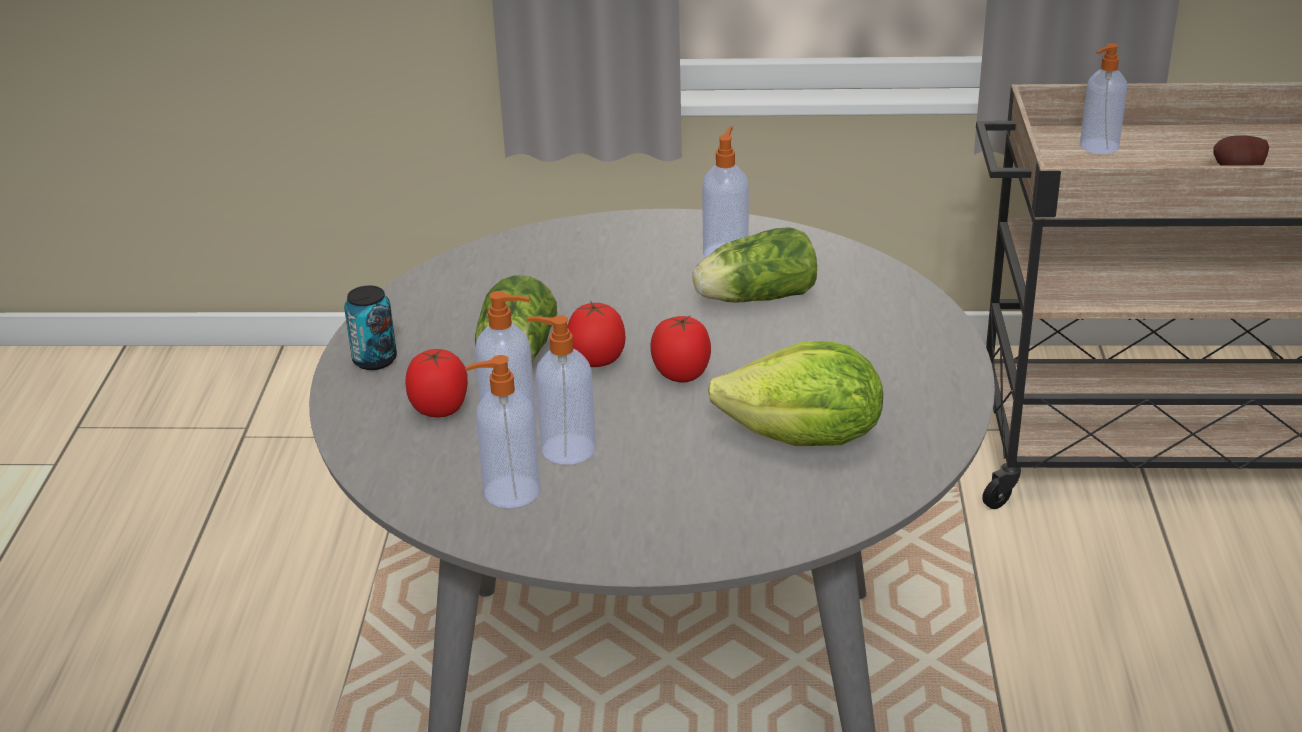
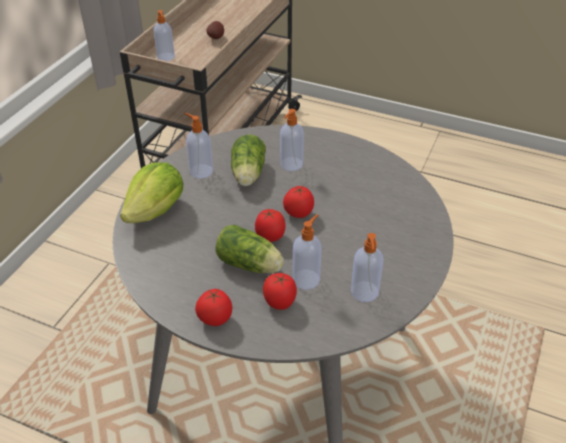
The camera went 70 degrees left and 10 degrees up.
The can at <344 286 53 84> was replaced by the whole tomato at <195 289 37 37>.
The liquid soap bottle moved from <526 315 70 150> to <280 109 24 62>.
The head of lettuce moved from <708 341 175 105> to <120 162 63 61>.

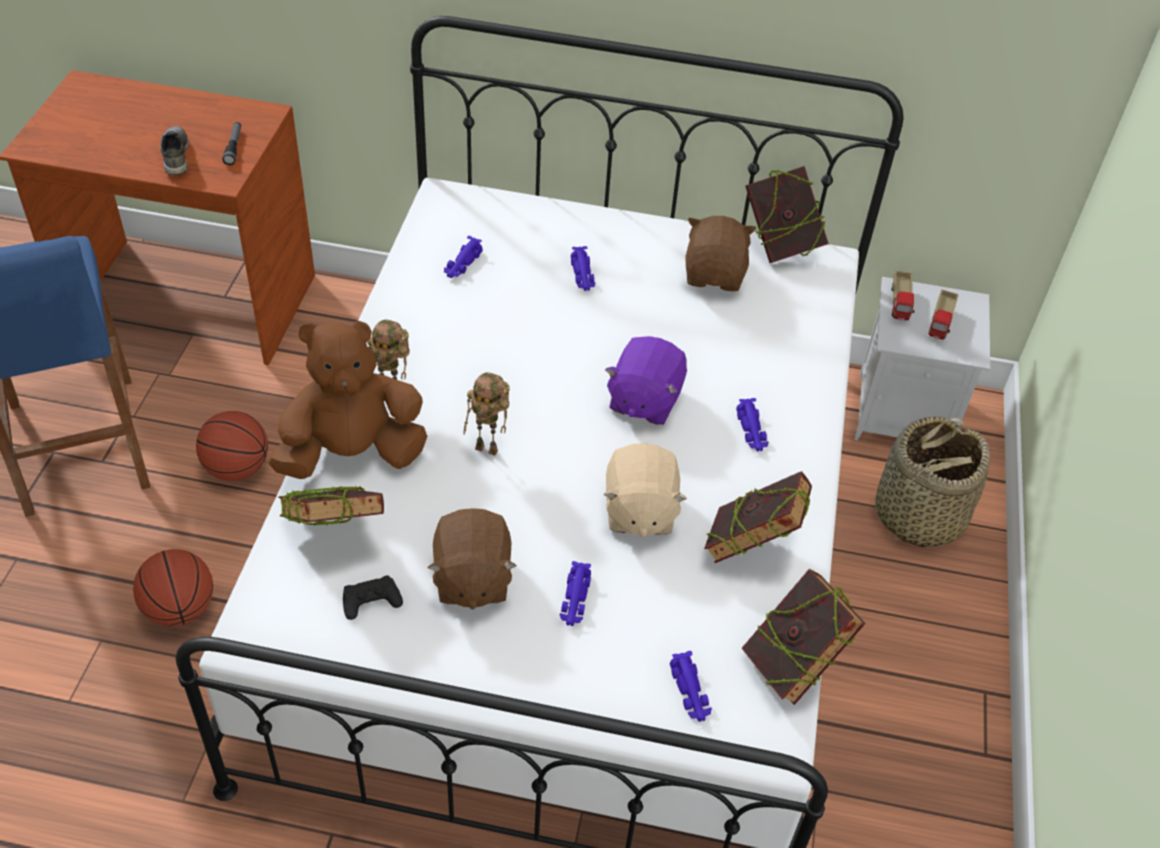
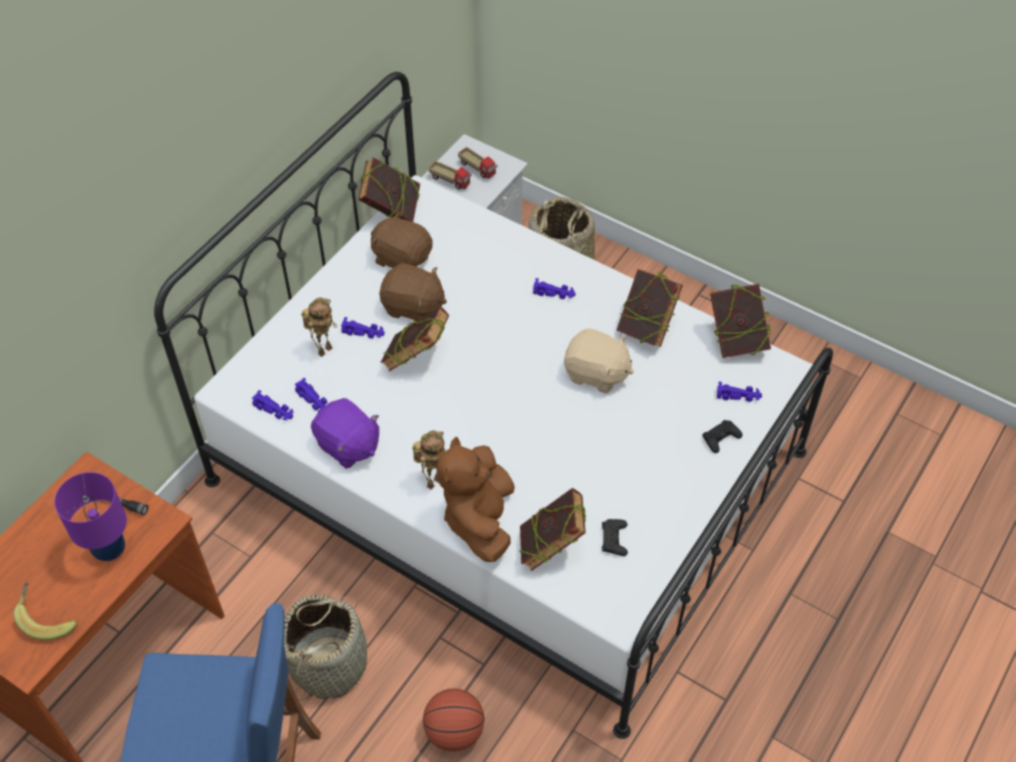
The camera went 65 degrees left and 5 degrees up.
The item of footwear (greyish) at <160 126 29 49> was replaced by the tabletop lamp (purple-coloured) at <54 472 73 89>.
The basketball ball at <196 411 72 70> was replaced by the basket at <284 595 83 105>.
The soft toy (brown-coloured) moved from <428 508 88 102> to <379 263 68 58>.
The toy robot moved from <463 372 46 84> to <301 298 36 59>.
The miniature car (purple-coloured) moved from <560 561 31 65> to <252 390 42 31>.
The soft toy (purple-coloured) moved from <605 336 82 89> to <311 398 68 71>.
The whole banana at <14 582 64 58> appeared.
The bound book at <380 306 69 65> appeared.
The game controller (black) at <702 420 41 33> appeared.

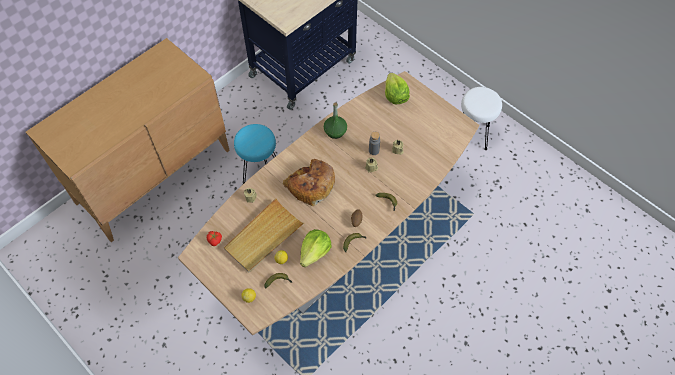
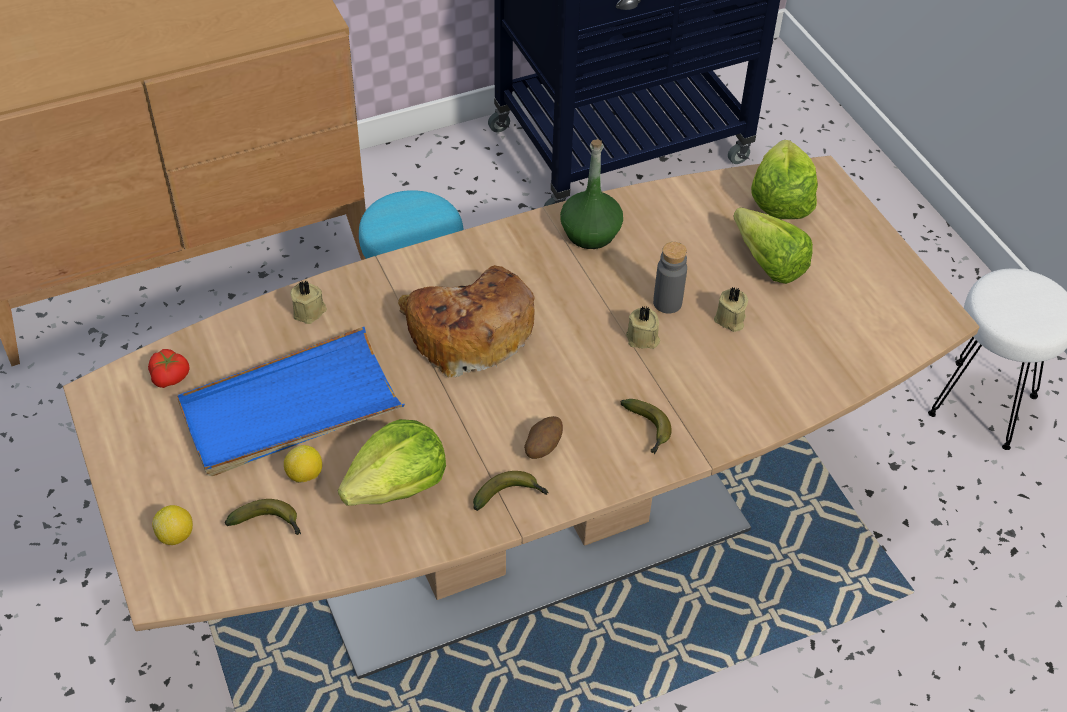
The camera went 20 degrees right and 10 degrees down.
The serving tray (sand-coloured) at <224 198 80 75> became the serving tray (bluish) at <177 327 228 149>.
The head of lettuce at <733 207 80 77> appeared.

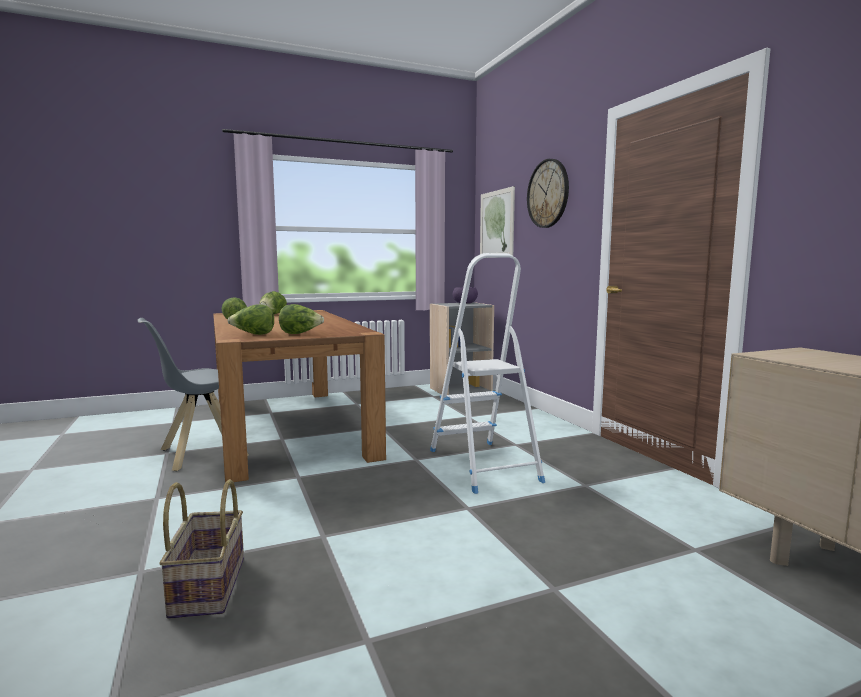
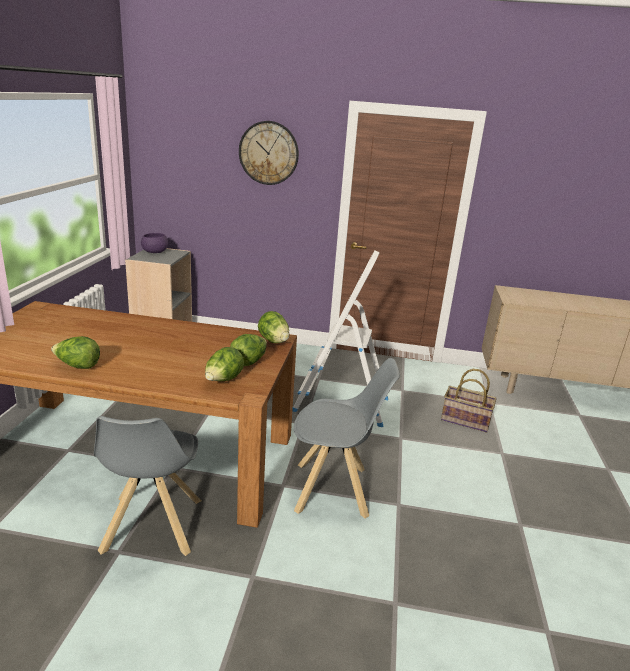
The camera went 60 degrees left and 15 degrees up.
The basket moved from <159 479 85 140> to <441 369 56 63>.
The head of lettuce moved from <259 291 28 23> to <258 311 31 32>.
The wall picture at <480 186 35 72> disappeared.
The upright chair (greyish) at <294 358 106 160> appeared.

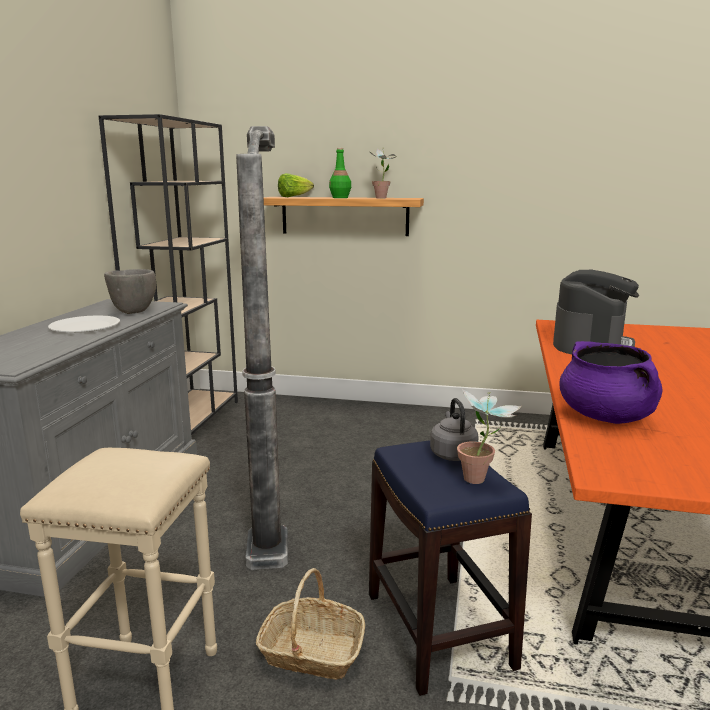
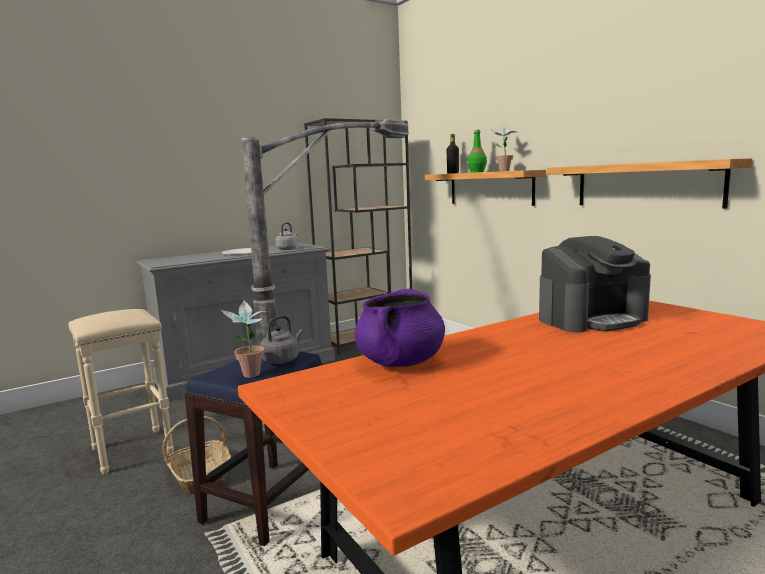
The camera went 45 degrees right and 5 degrees down.
The bowl (greyish) at <104 269 52 45> was replaced by the kettle (greyish) at <275 222 23 28>.
The head of lettuce at <278 173 36 24> was replaced by the bottle (black) at <447 134 12 40>.
The bracket shelf at <547 158 205 51> appeared.

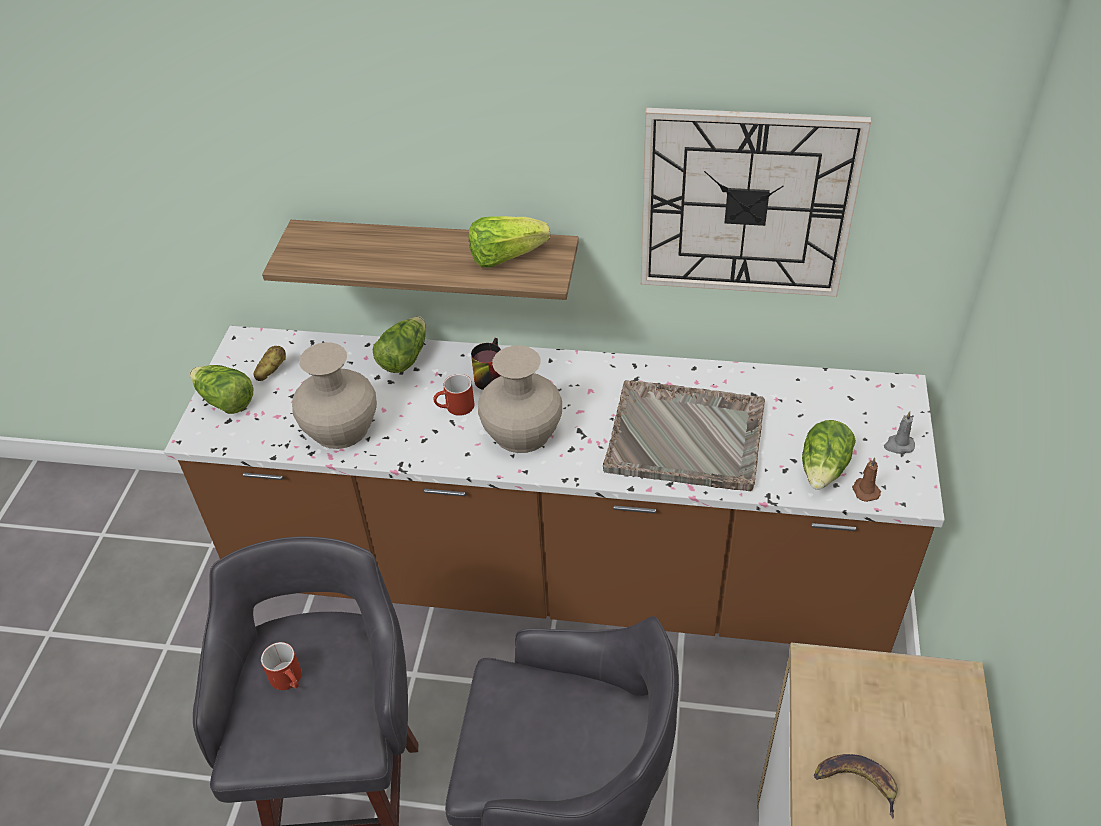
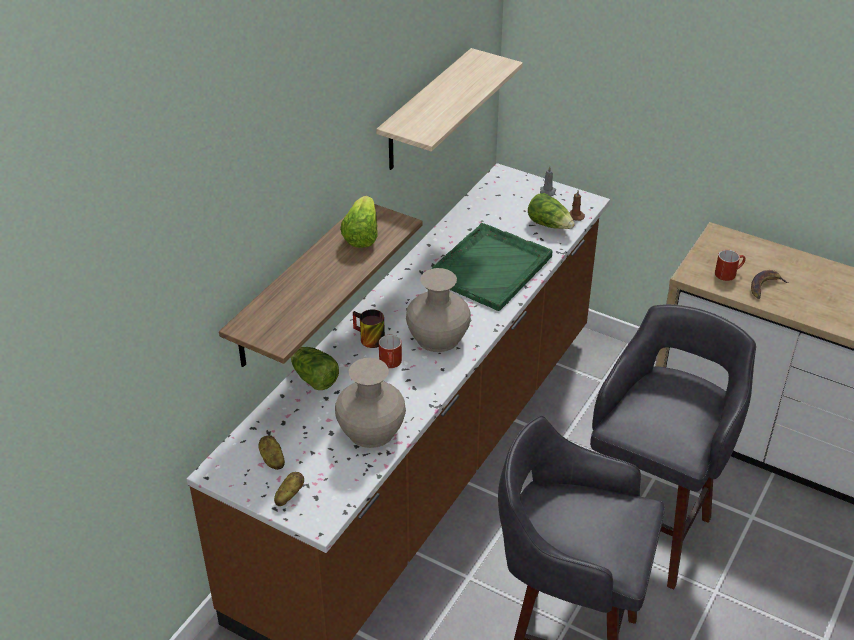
The camera went 70 degrees left and 5 degrees down.
The head of lettuce at <190 365 63 49> was replaced by the spud at <274 472 30 34>.
The mug (red) moved from <261 642 41 48> to <715 250 31 31>.
The serving tray (greyish) at <603 380 162 111> became the serving tray (green) at <431 223 121 88>.
The clock on the wall at <641 108 230 189> was replaced by the bracket shelf at <376 48 147 122>.

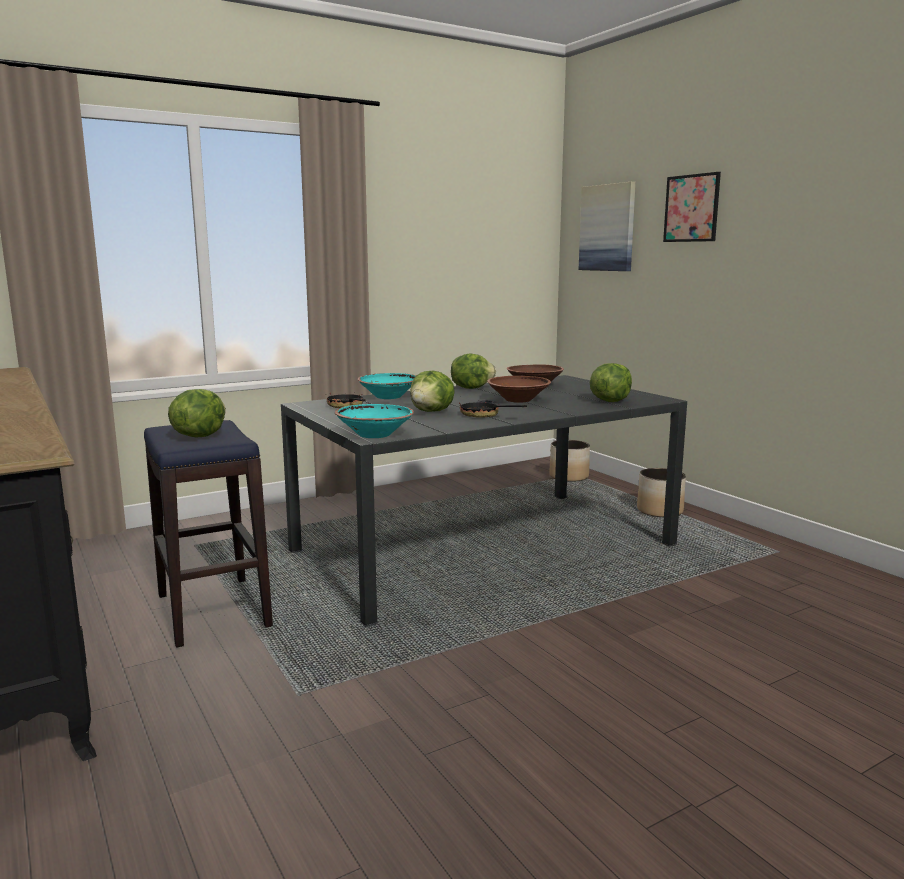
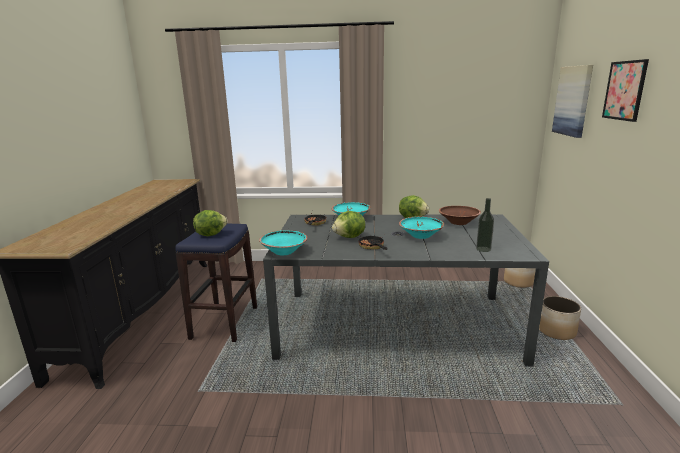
The camera went 35 degrees right and 5 degrees up.
The bowl (brown-coloured) at <487 376 64 26> became the bowl (turquoise) at <399 216 45 23>.
The head of lettuce at <590 363 42 39> was replaced by the bottle at <476 198 18 54>.

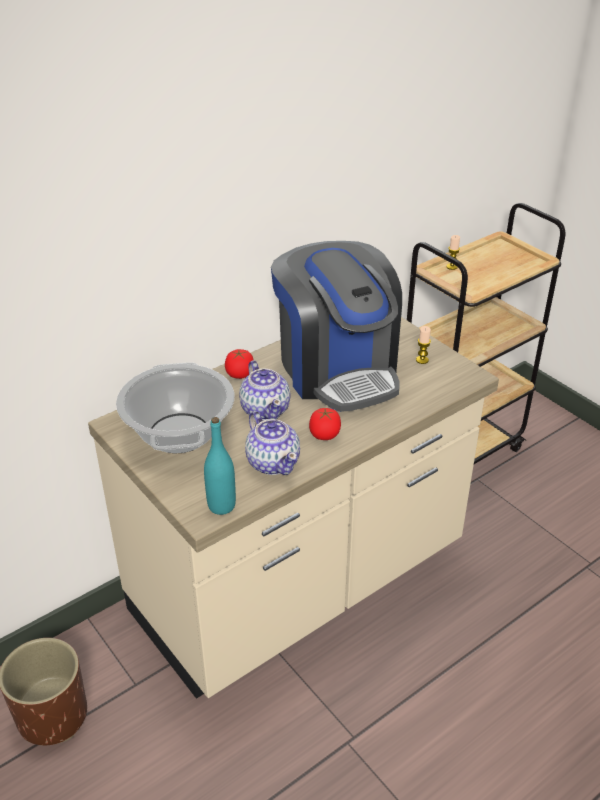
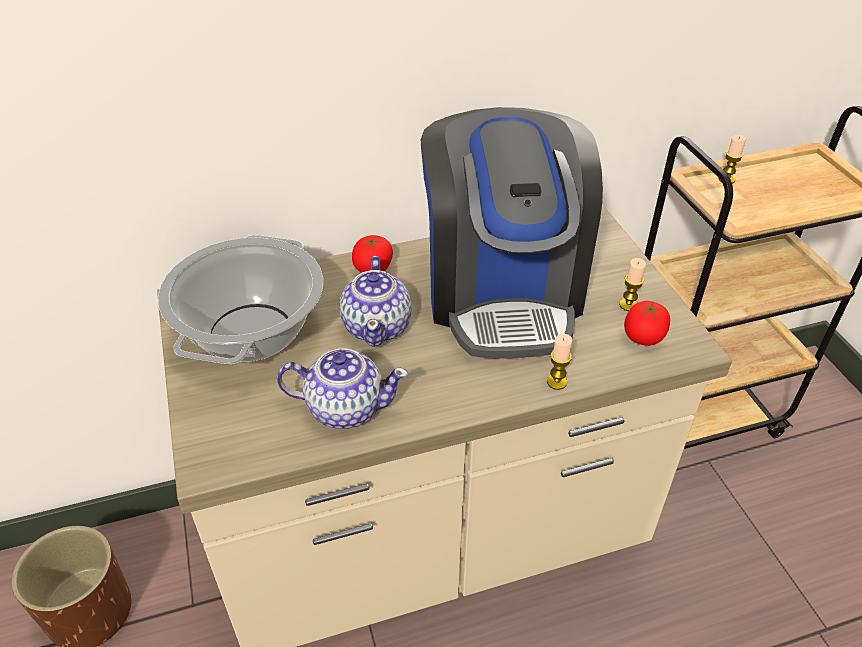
The camera went 20 degrees right and 5 degrees up.
The bottle (turquoise) at <204 417 32 98> disappeared.
The pot for tea at <245 411 55 64> turned 75 degrees counterclockwise.
The whole tomato moved from <309 408 32 32> to <624 301 46 45>.
The wax light at <547 334 26 56> appeared.

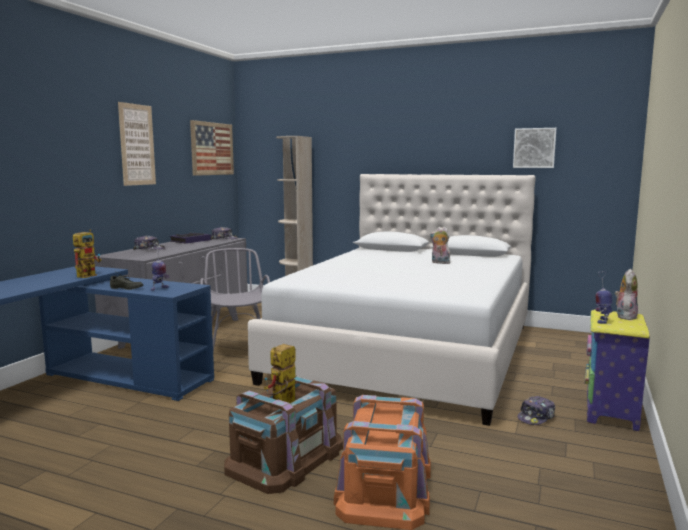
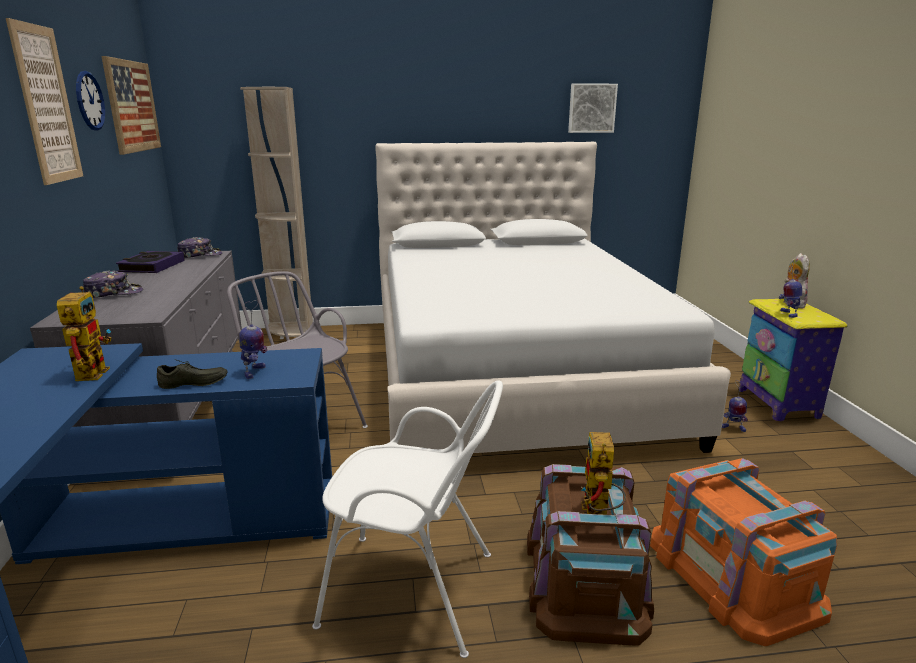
The camera went 30 degrees left and 10 degrees up.
The soft toy at <430 227 22 37> disappeared.
The cap at <517 396 38 29> was replaced by the toy robot at <722 380 26 52>.
The clock on the wall at <76 71 29 60> appeared.
The upright chair (white) at <312 380 191 278> appeared.

